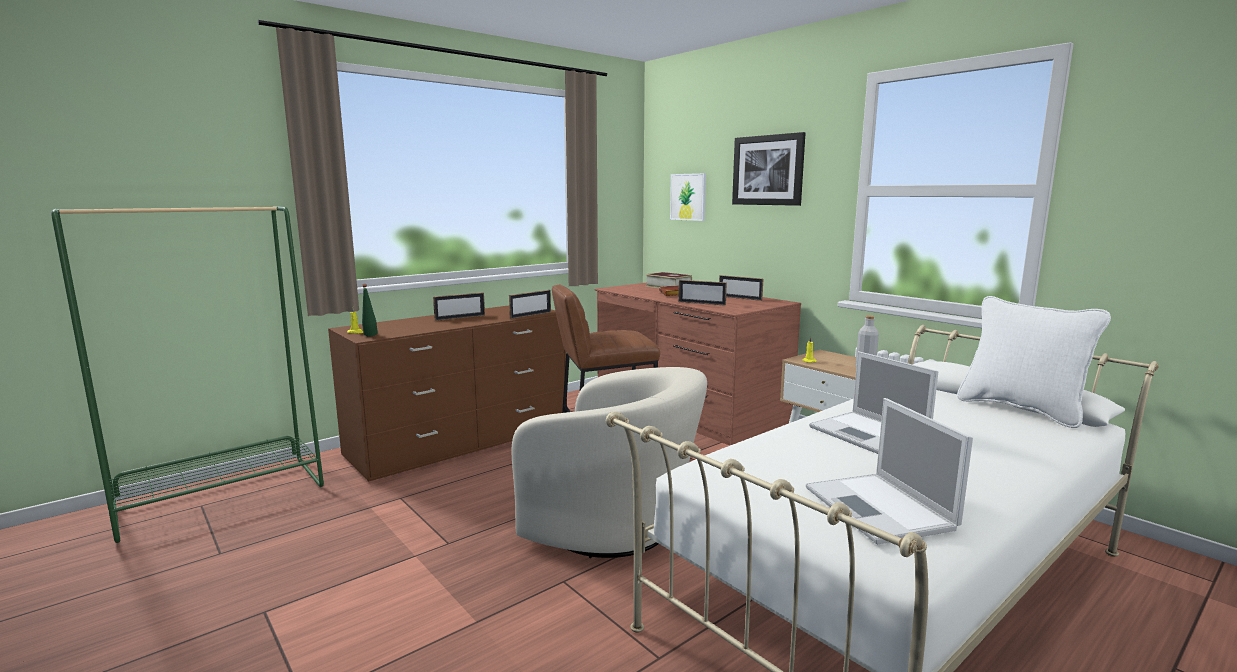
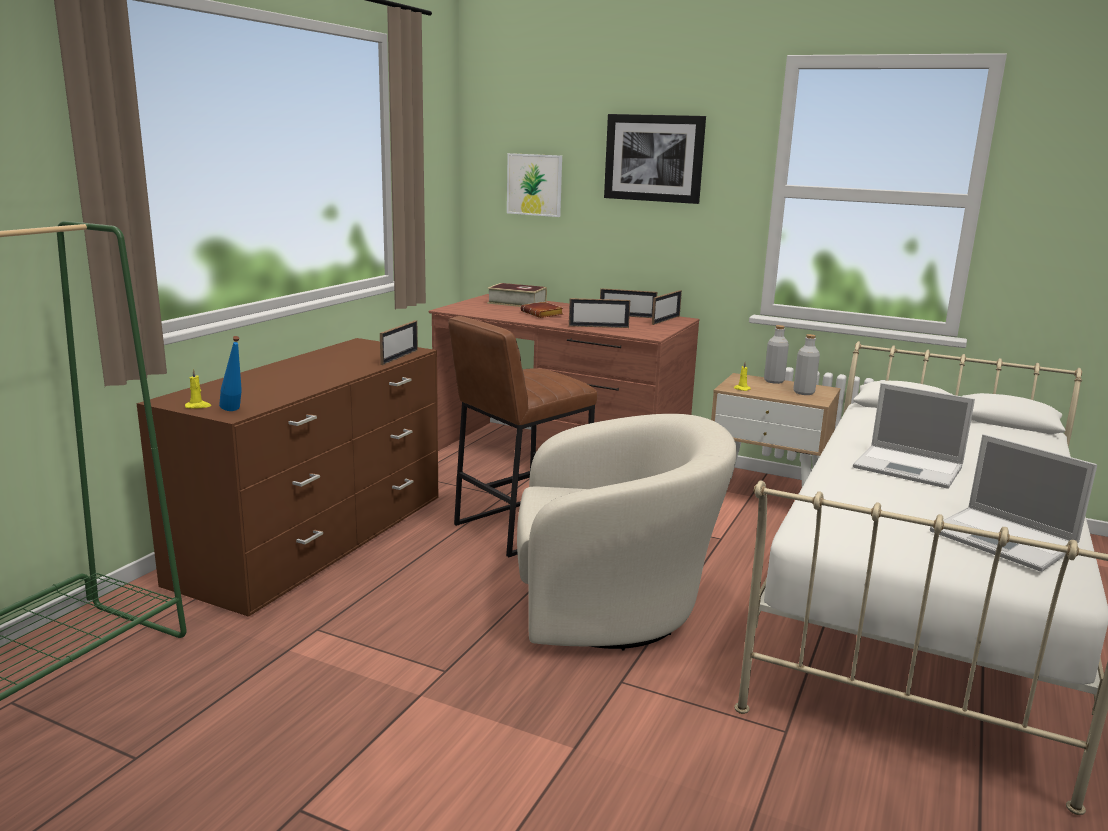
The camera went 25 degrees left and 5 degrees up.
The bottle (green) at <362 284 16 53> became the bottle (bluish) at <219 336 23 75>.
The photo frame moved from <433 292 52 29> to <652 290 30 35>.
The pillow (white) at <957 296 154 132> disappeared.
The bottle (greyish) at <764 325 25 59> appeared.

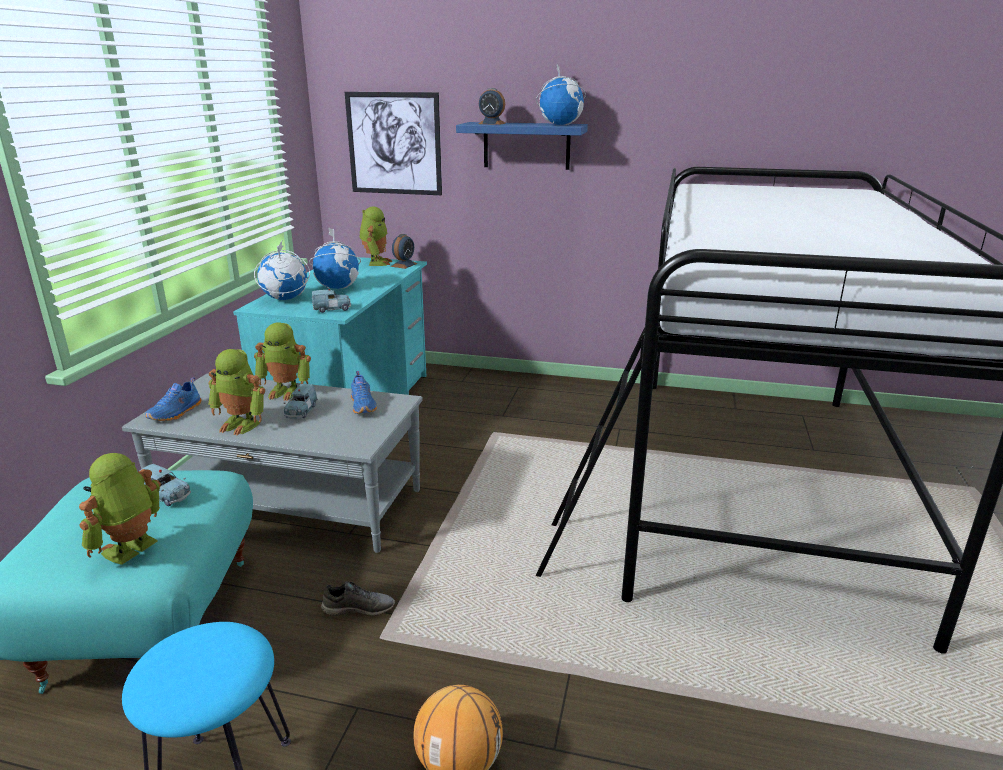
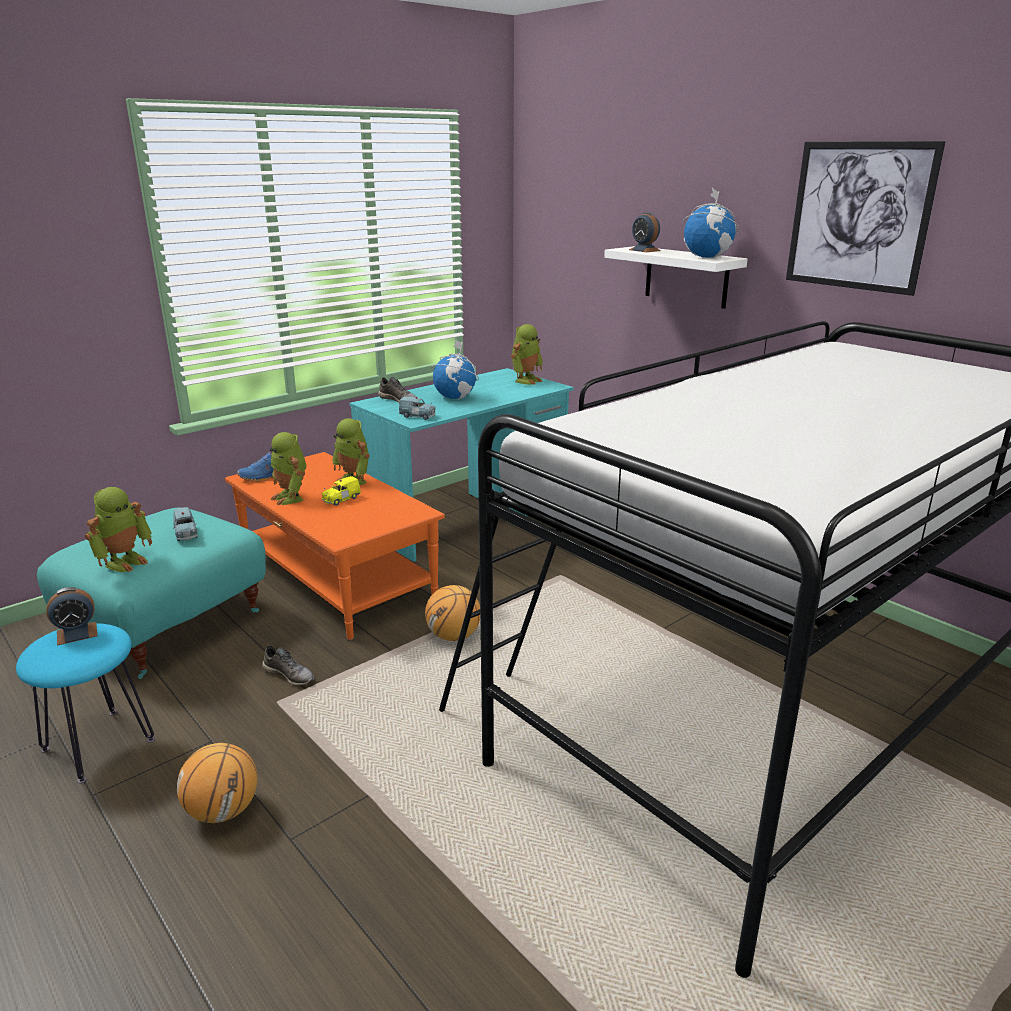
The camera went 35 degrees right and 0 degrees up.
The toy robot at <79 453 82 112> turned 150 degrees clockwise.
The coffee table (greyish) at <122 373 301 180> became the coffee table (orangey) at <225 452 220 188>.
The desk globe at <254 241 56 59> was replaced by the item of footwear (greyish) at <378 377 39 26>.
The miniature car (bluish) at <284 384 34 35> became the miniature car (yellow-coloured) at <322 476 39 30>.
The wall picture moved from <345 92 97 103> to <786 141 159 155>.
The item of footwear (bluish) at <351 371 26 43> disappeared.
The alarm clock moved from <391 234 26 35> to <46 587 51 58>.
The bracket shelf (bluish) at <456 122 132 48> became the bracket shelf (white) at <604 246 144 63>.
The basketball ball at <425 585 55 56> appeared.

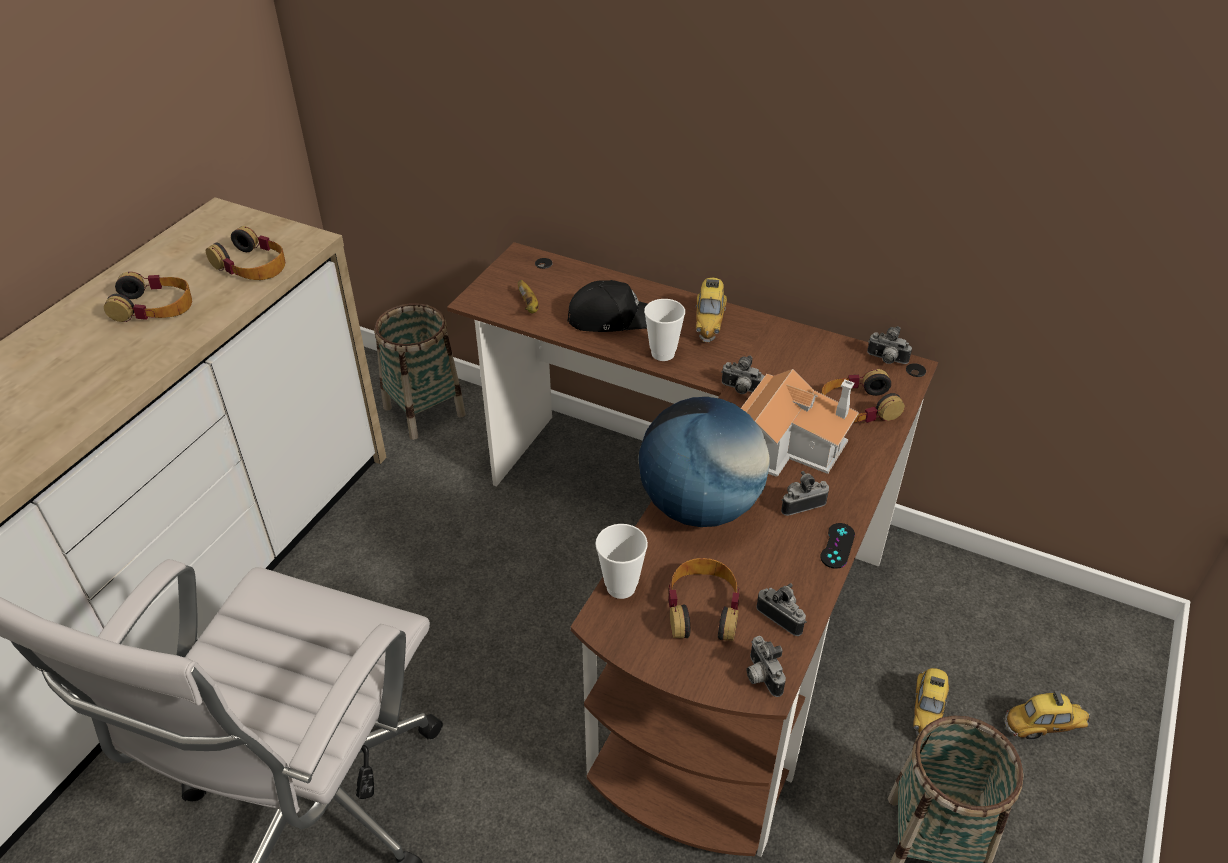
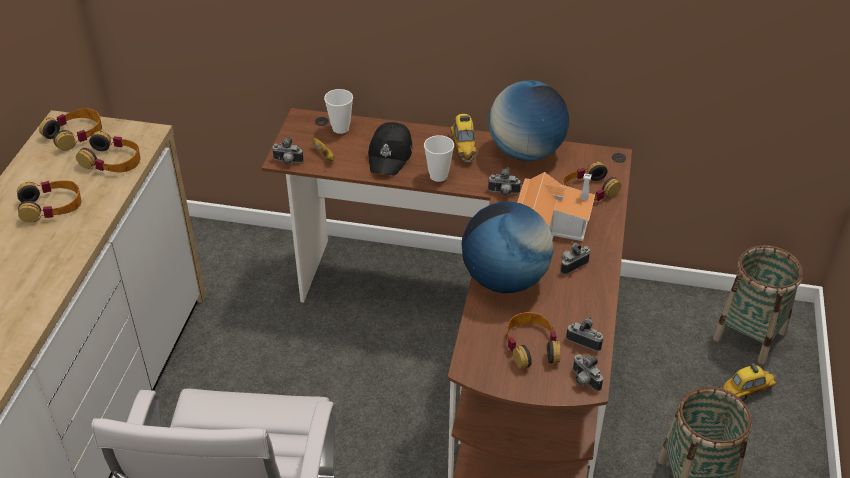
The camera went 15 degrees left and 0 degrees up.
The basket moved from <374 303 92 137> to <713 245 90 119>.
The cap (black) at <567 280 80 52> turned 120 degrees clockwise.
The cup moved from <595 524 53 75> to <324 89 29 45>.
The game controller (black) at <820 523 35 46> disappeared.
The still camera moved from <867 326 45 38> to <272 137 32 28>.
The miniature car at <913 668 36 68> disappeared.
The headset at <39 108 63 43> appeared.
The desk globe at <489 80 80 81> appeared.

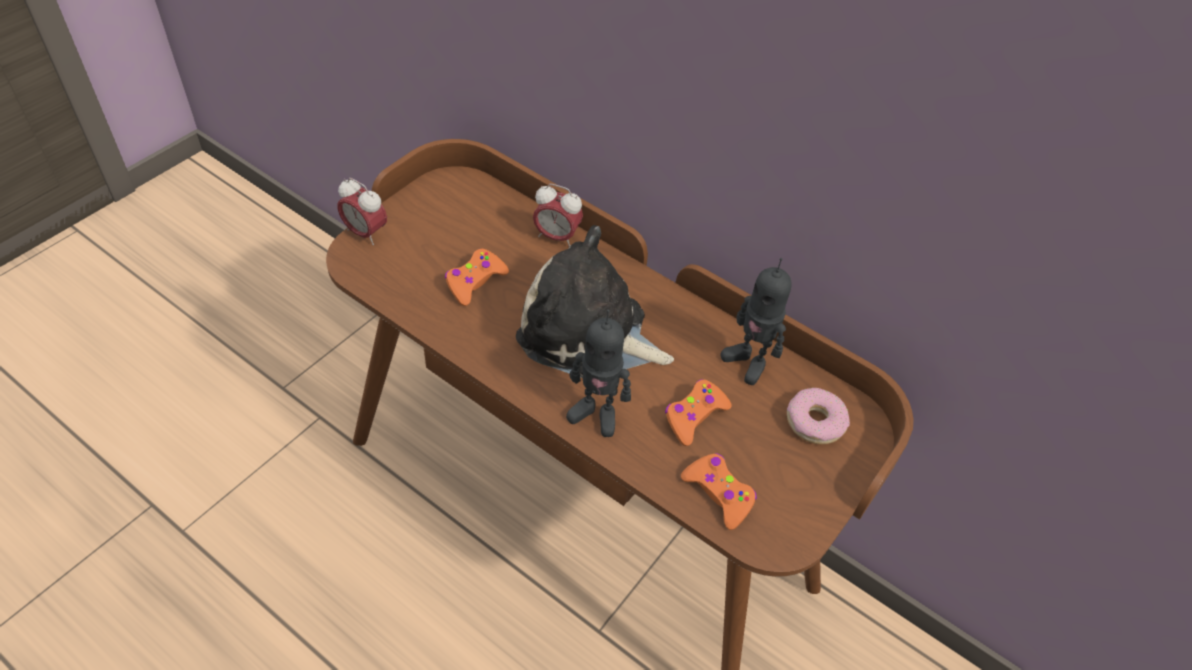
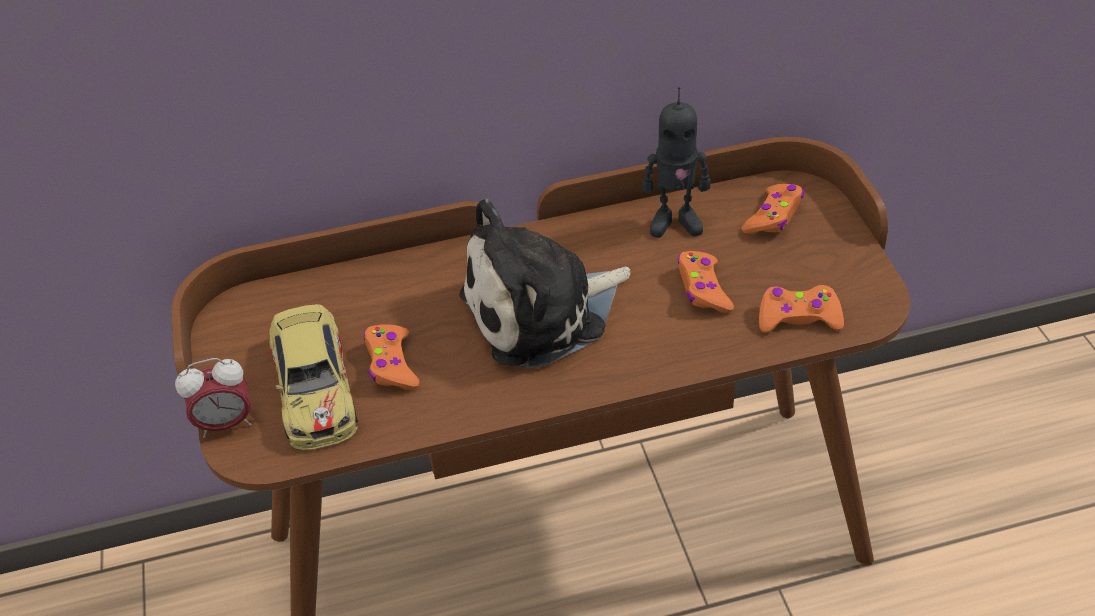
The camera went 45 degrees left and 5 degrees down.
The alarm clock at <533 184 50 63> disappeared.
The toy robot at <566 309 65 128> disappeared.
The ring doughnut at <787 388 63 56> was replaced by the game controller (orangey) at <742 184 62 50>.
The miniature car at <269 304 89 146> appeared.

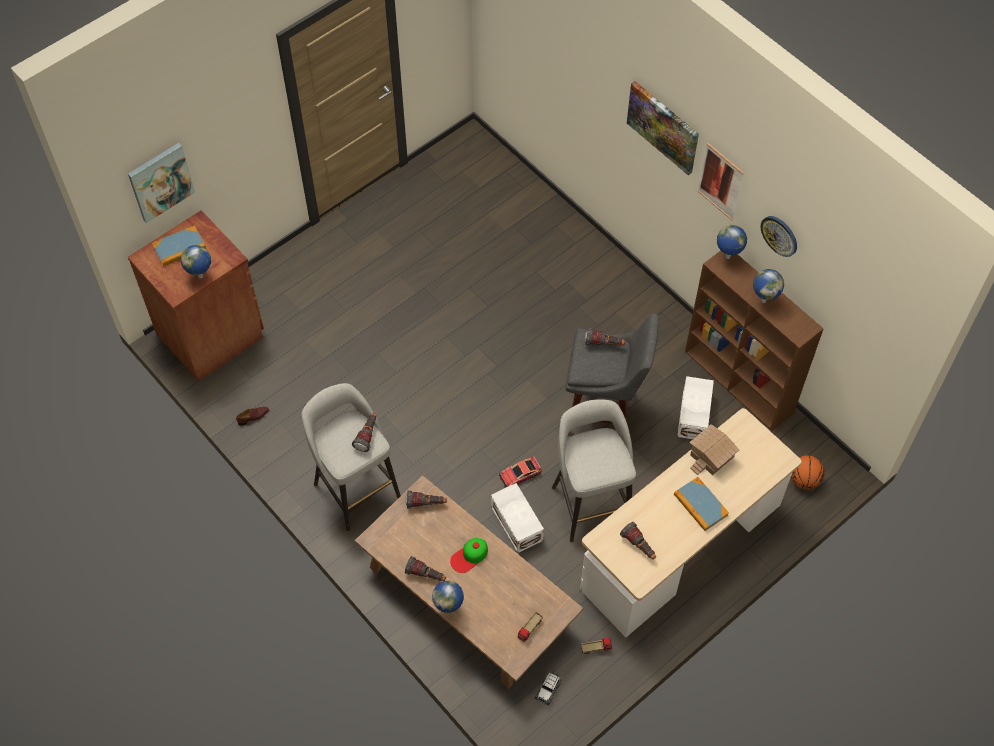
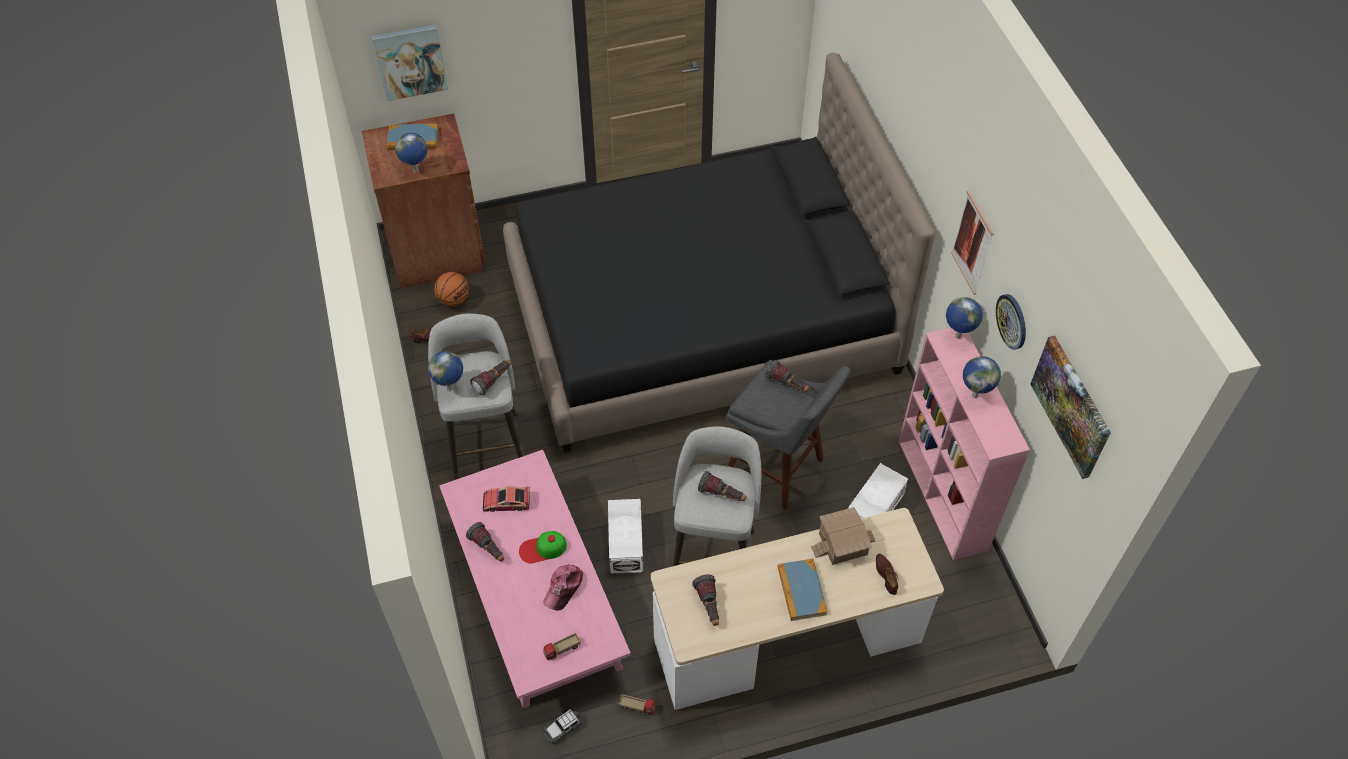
The camera went 25 degrees right and 5 degrees down.
The coffee table (brown-coloured) at <355 475 228 214> became the coffee table (pink) at <439 450 192 258>.
The flashlight moved from <405 490 42 19> to <698 471 48 30>.
The desk globe moved from <432 581 32 32> to <428 351 35 39>.
The miniature car moved from <499 456 42 32> to <483 487 47 25>.
The wall picture moved from <627 81 72 94> to <1030 336 81 143>.
The shelving unit (brown-coloured) at <685 251 139 180> became the shelving unit (pink) at <899 328 131 232>.
The basketball ball moved from <791 455 34 34> to <434 272 35 35>.
The bed (black) at <503 52 433 401> appeared.
The cap at <543 564 40 47> appeared.
The item of footwear (brown-coloured) at <876 554 22 41> appeared.

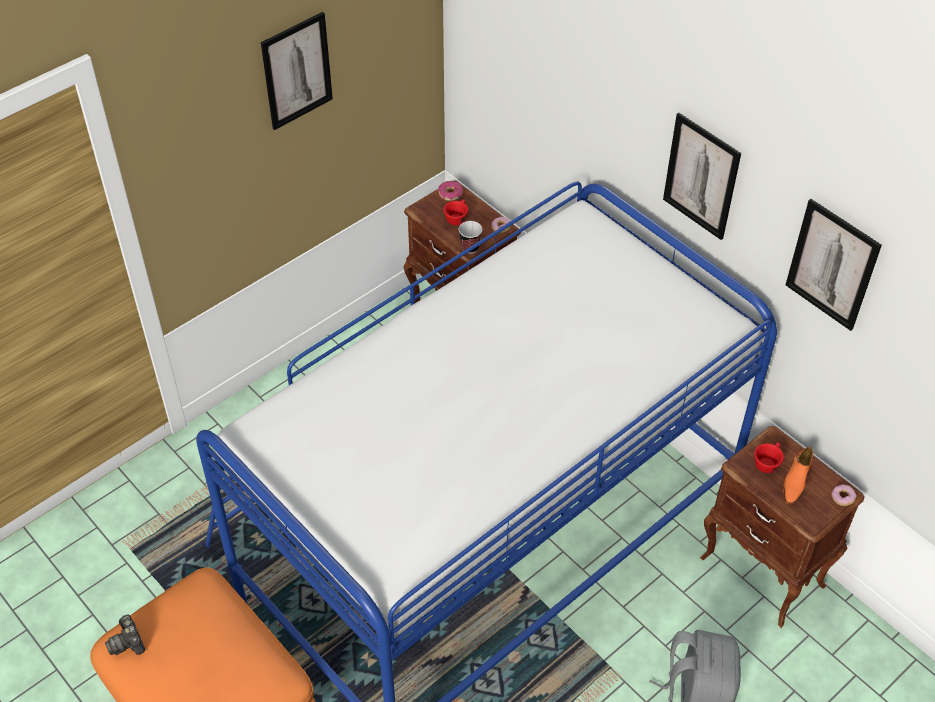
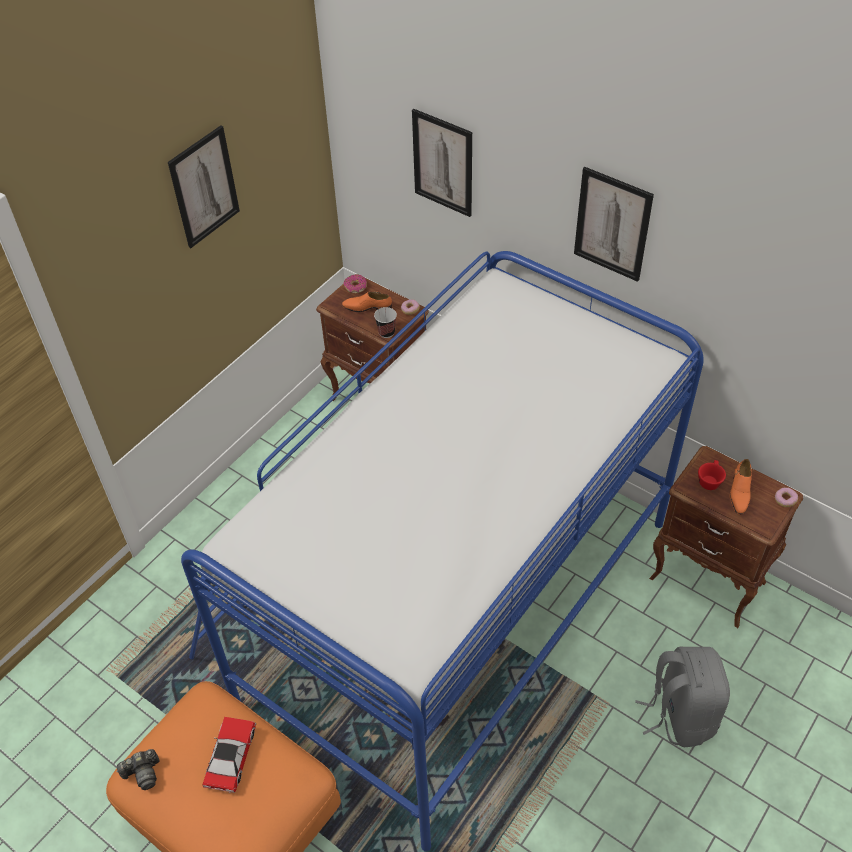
The camera went 10 degrees left and 0 degrees up.
The still camera at <105 614 40 41> turned 75 degrees counterclockwise.
The cup (red) at <443 199 25 27> was replaced by the item of footwear (orangey) at <342 291 50 21>.
The wall picture moved from <786 199 96 132> to <412 109 60 108>.
The miniature car at <203 717 53 76> appeared.

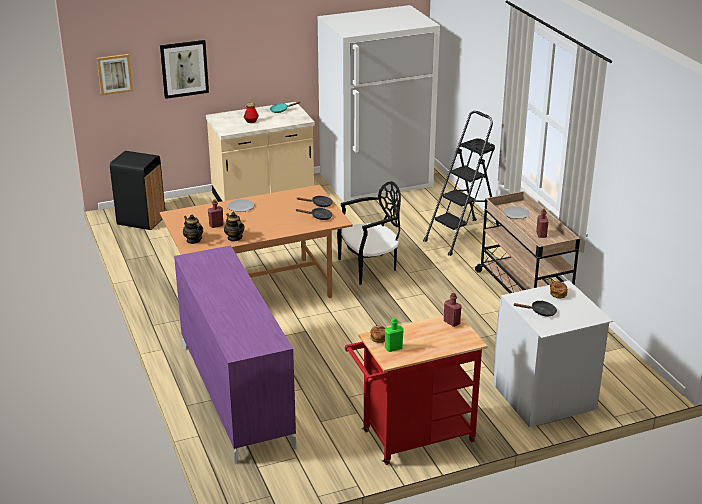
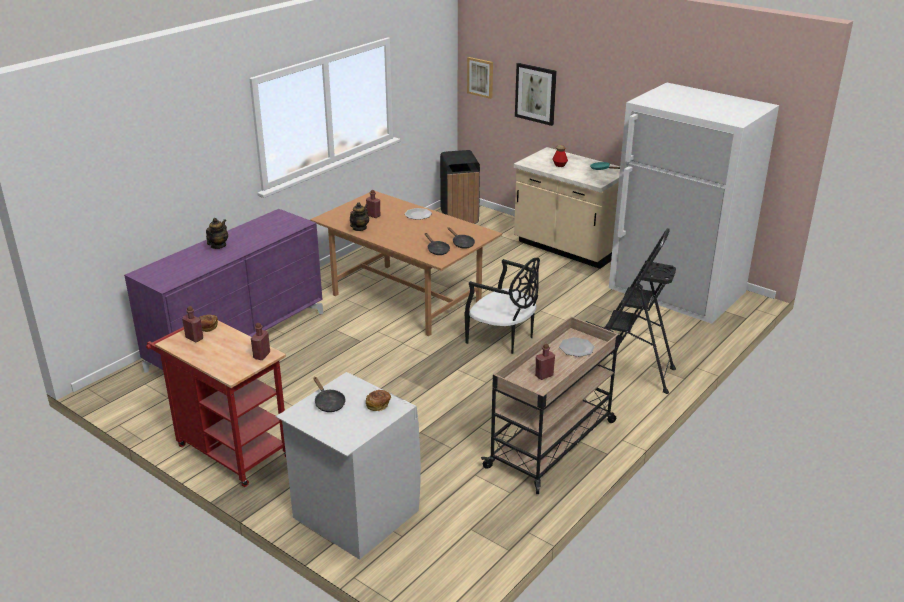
The camera went 60 degrees right and 0 degrees up.
The pot for tea moved from <183 214 20 30> to <206 218 22 31>.
The bottle (green) at <385 318 19 34> became the bottle (red) at <182 306 21 37>.

